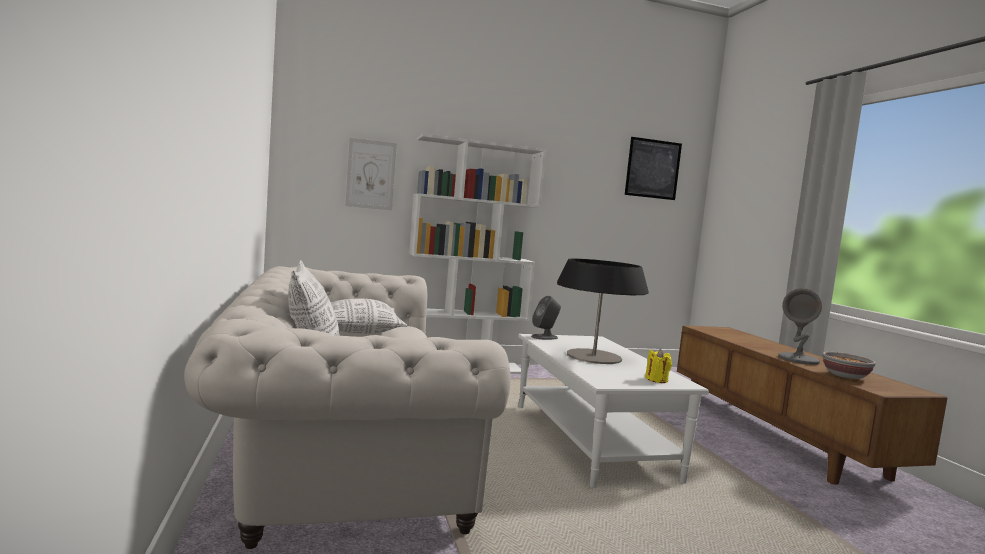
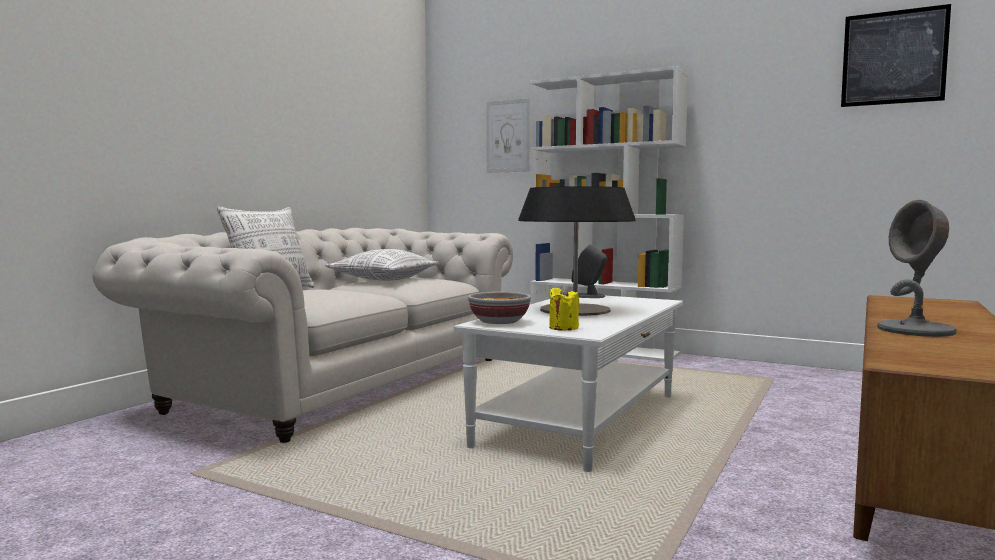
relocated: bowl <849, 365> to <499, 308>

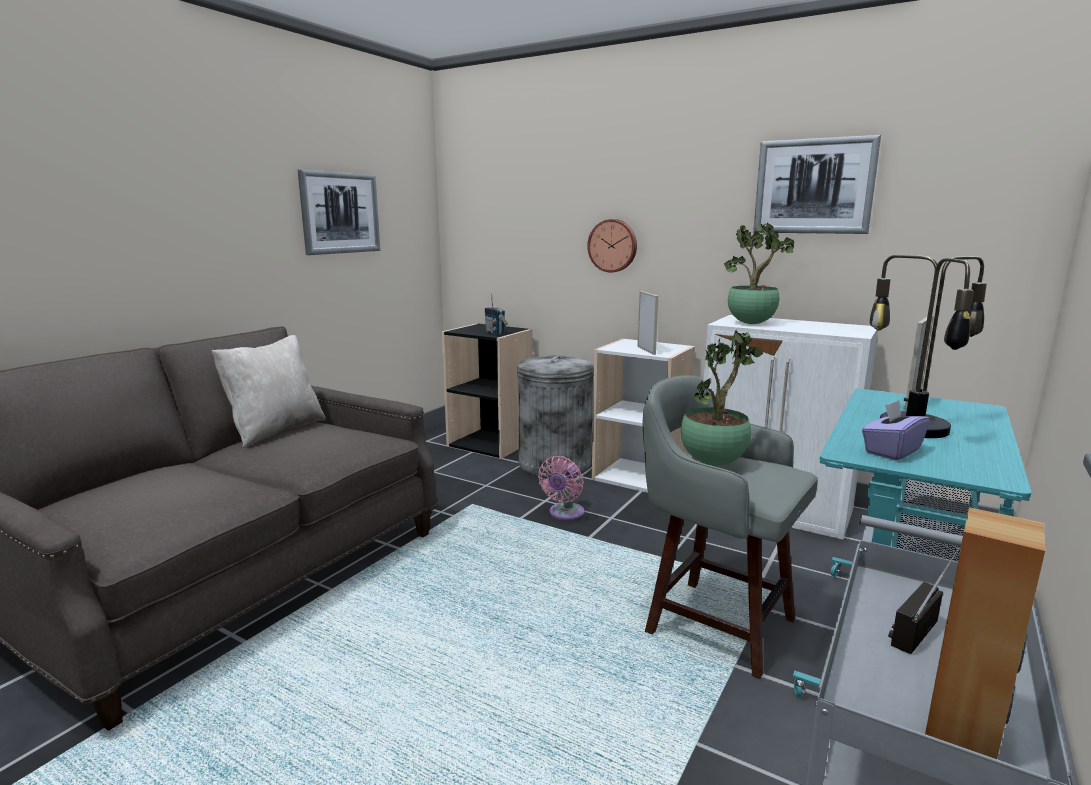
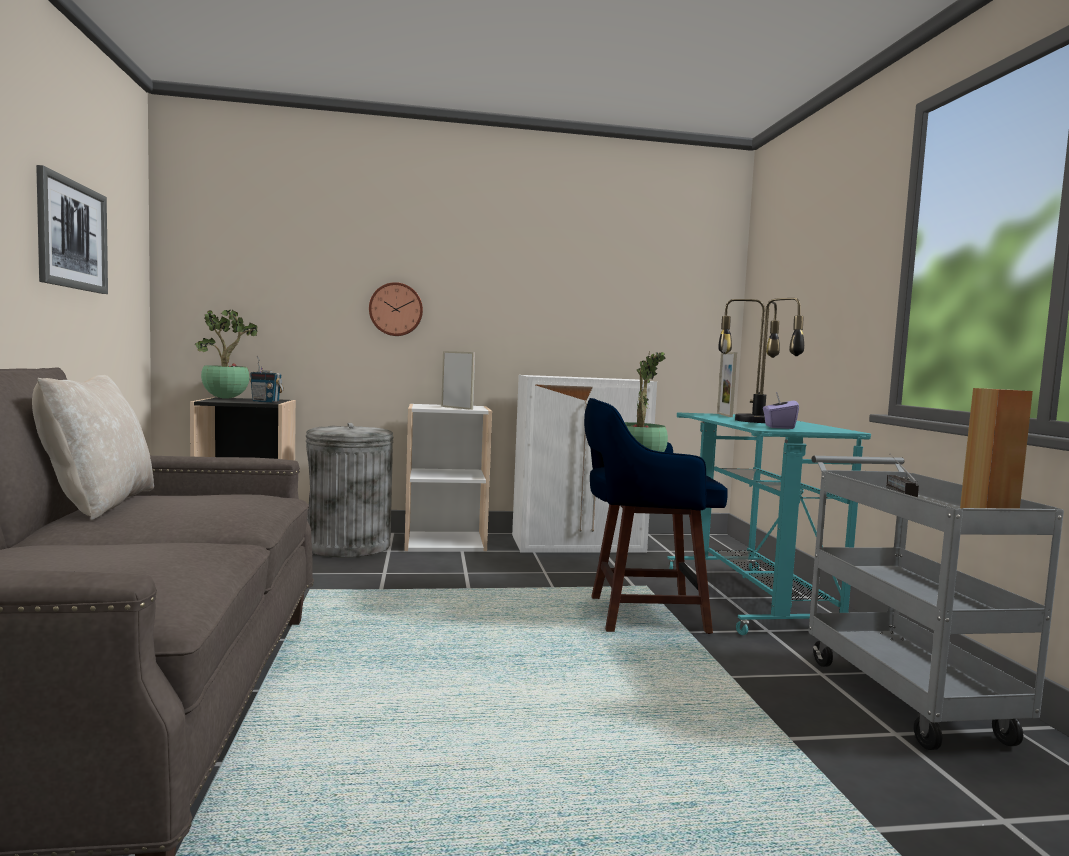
missing: pink fan <561, 488>; picture <817, 184>
relocated: potted plant <759, 273> to <226, 354>
colour: grey stool <730, 527> to blue stool <656, 516>

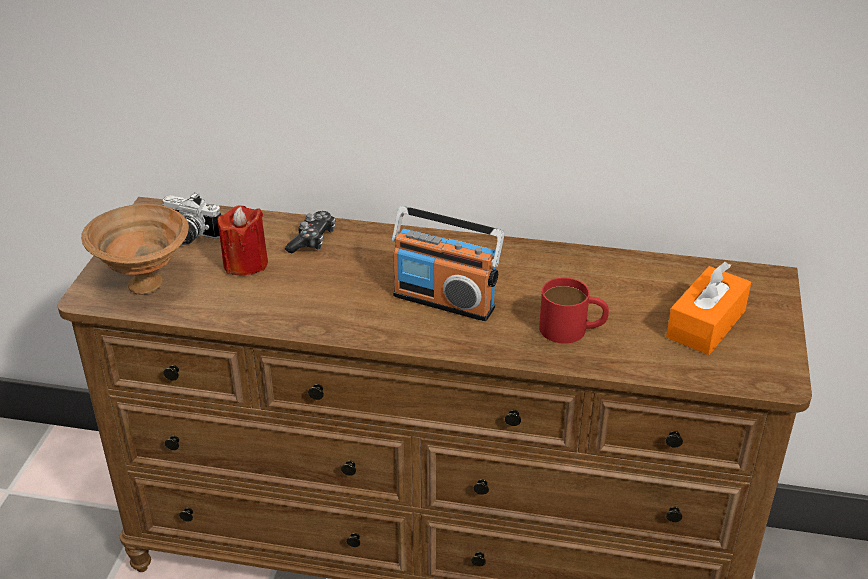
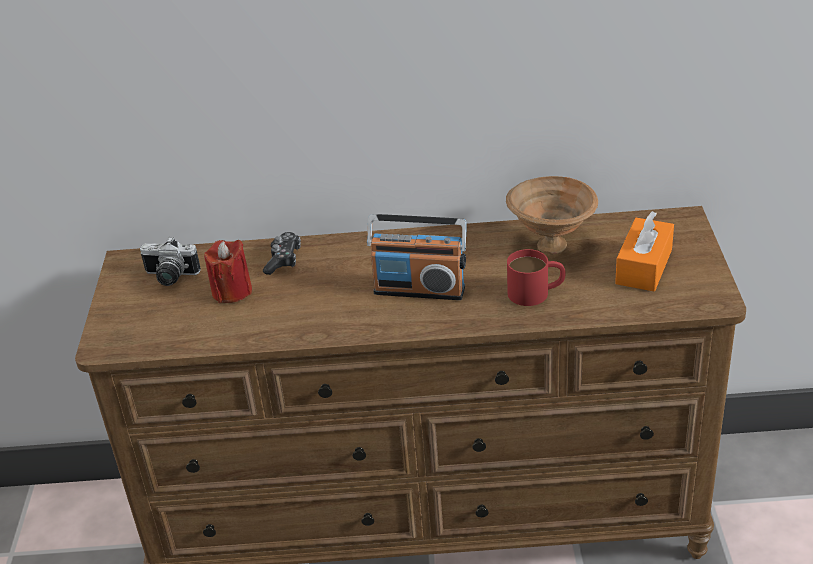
relocated: brown bowl <135, 249> to <552, 215>

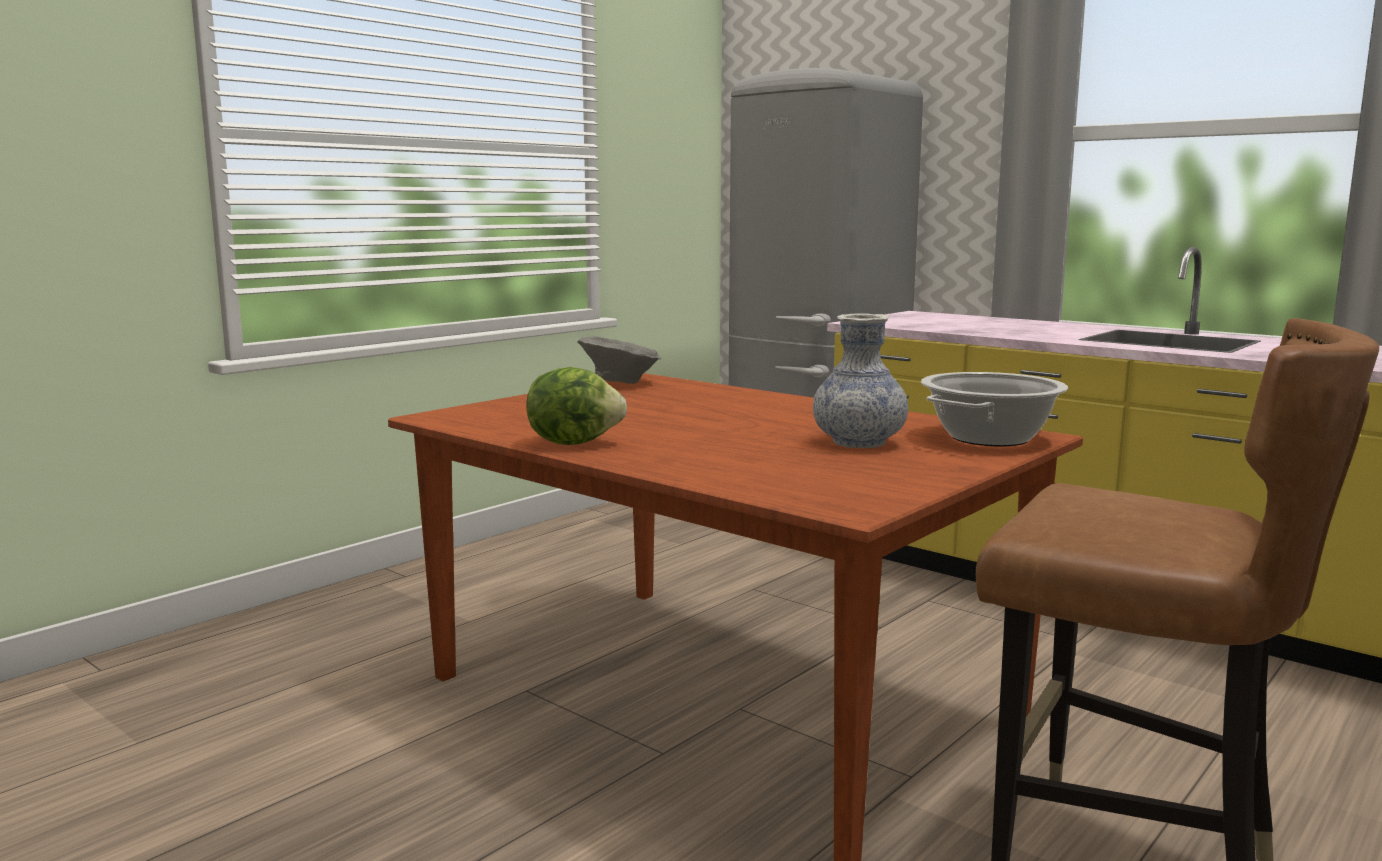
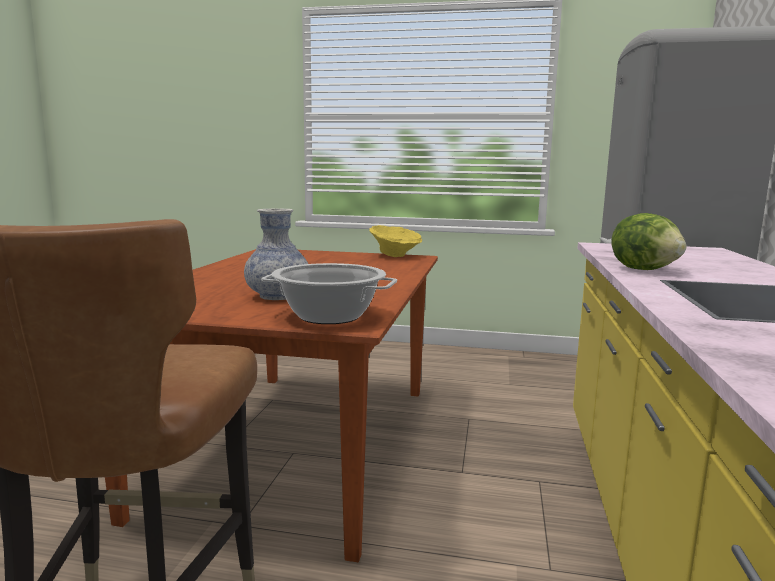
relocated: lettuce <577, 406> to <648, 241>
colour: grey bowl <619, 360> to yellow bowl <395, 241>

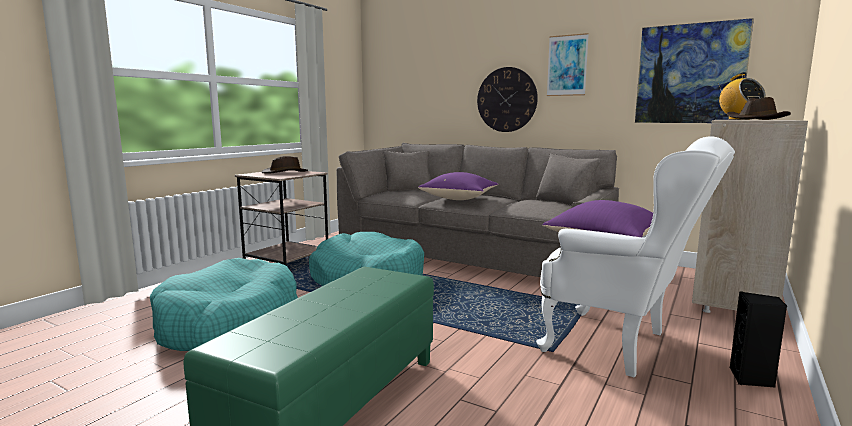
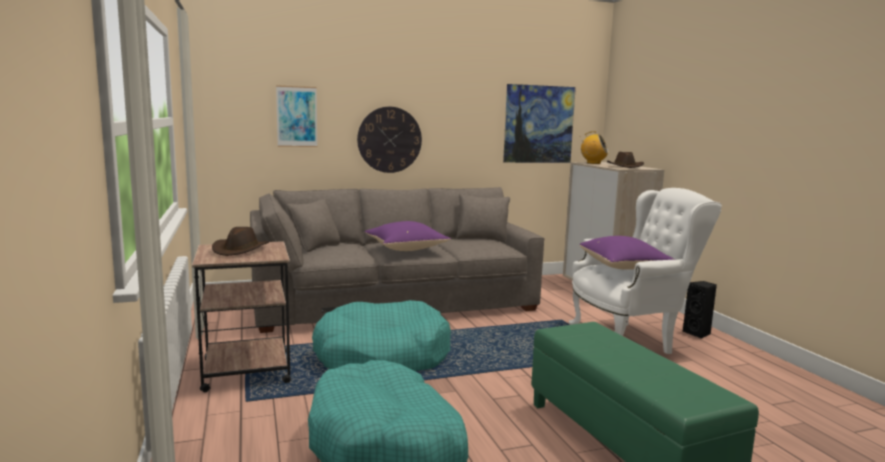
relocated: picture <568, 64> to <296, 116>

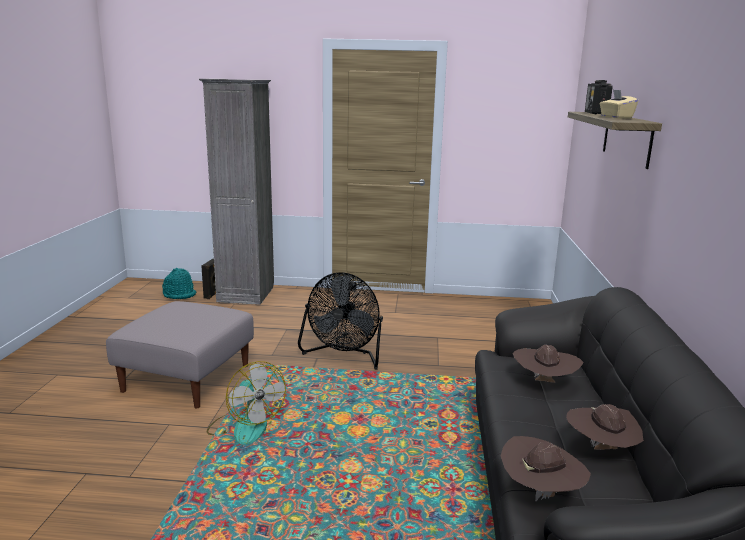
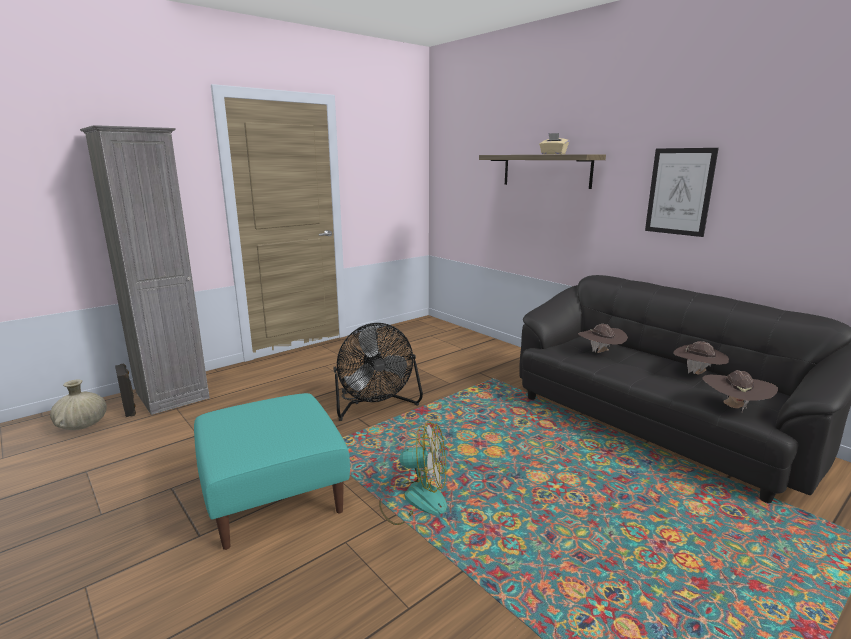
missing: radio <599, 97>
appeared: picture <682, 192>
exchanged: turquoise hat <179, 283> to beige vase <78, 405>
colour: grey ottoman <180, 354> to turquoise ottoman <272, 471>

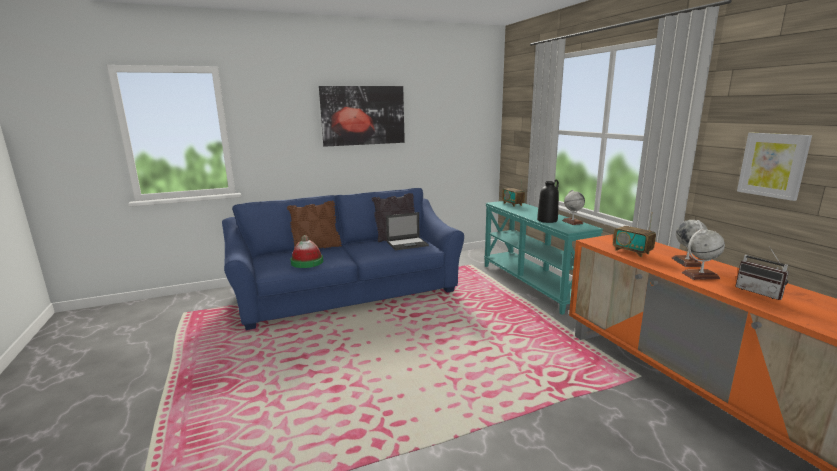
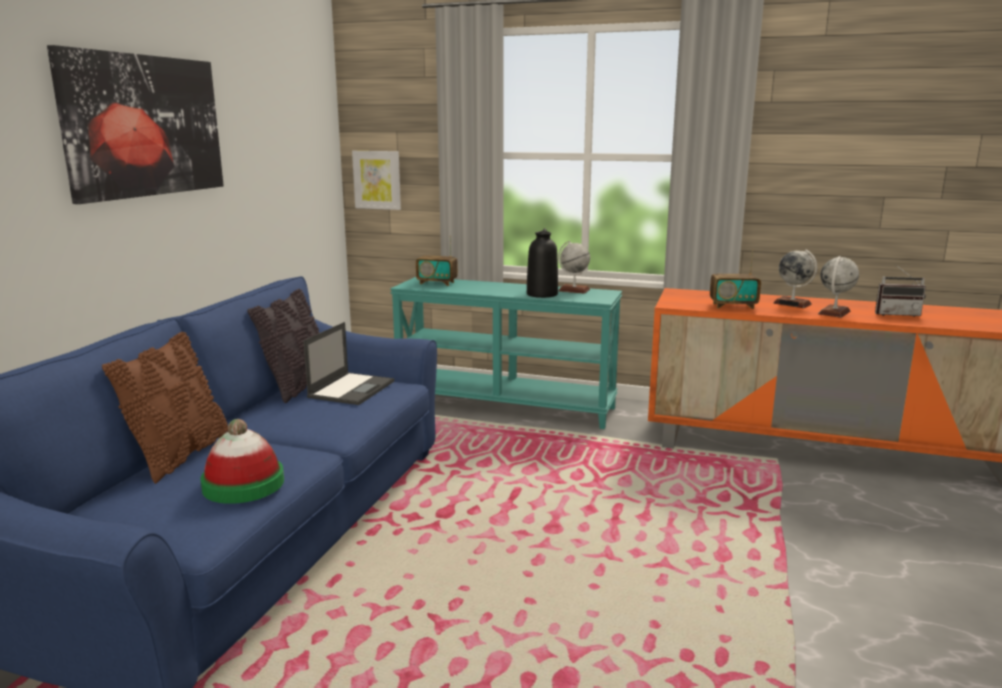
relocated: picture <774, 167> to <376, 180>

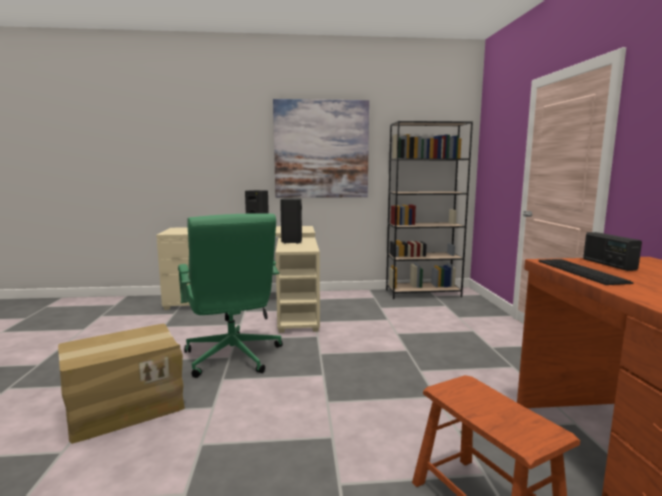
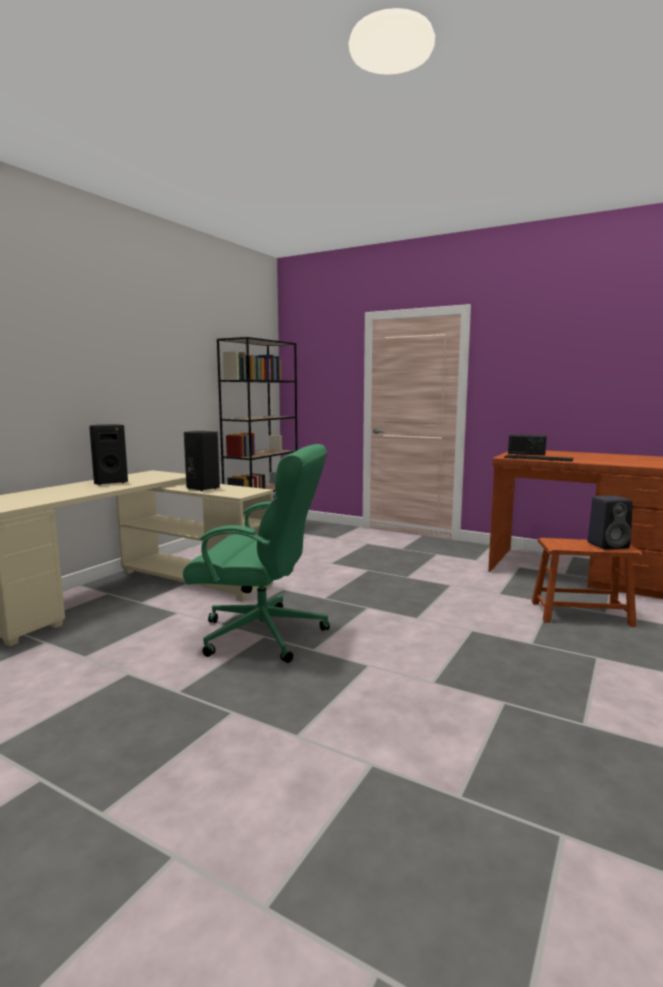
missing: cardboard box <121, 384>; picture <321, 148>
appeared: black speaker <610, 522>

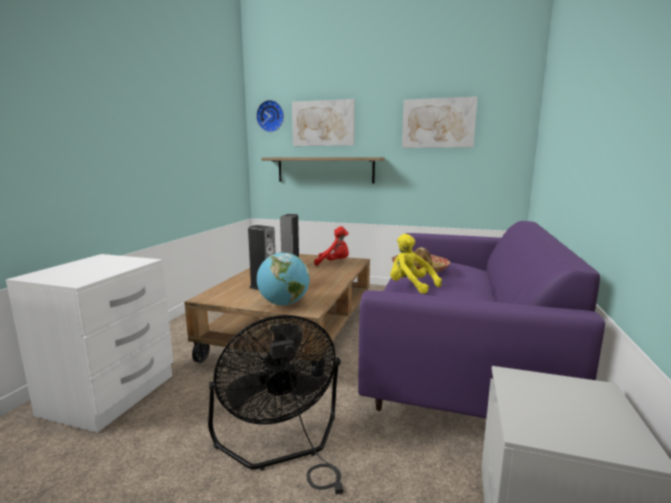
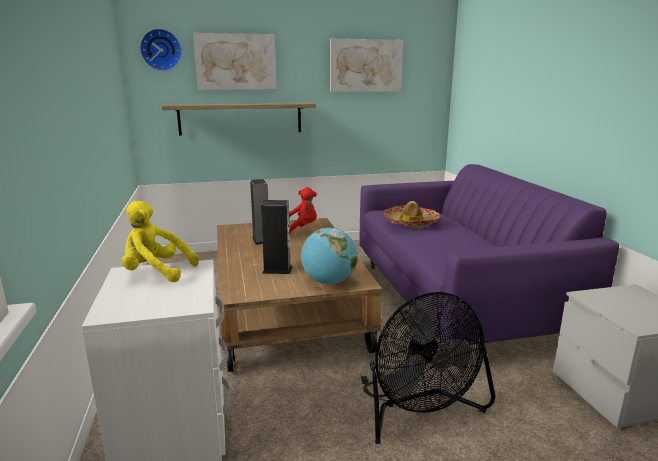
relocated: yellow plush toy <416, 264> to <160, 241>
spun: black fan <275, 405> = <428, 368> 150 degrees counterclockwise

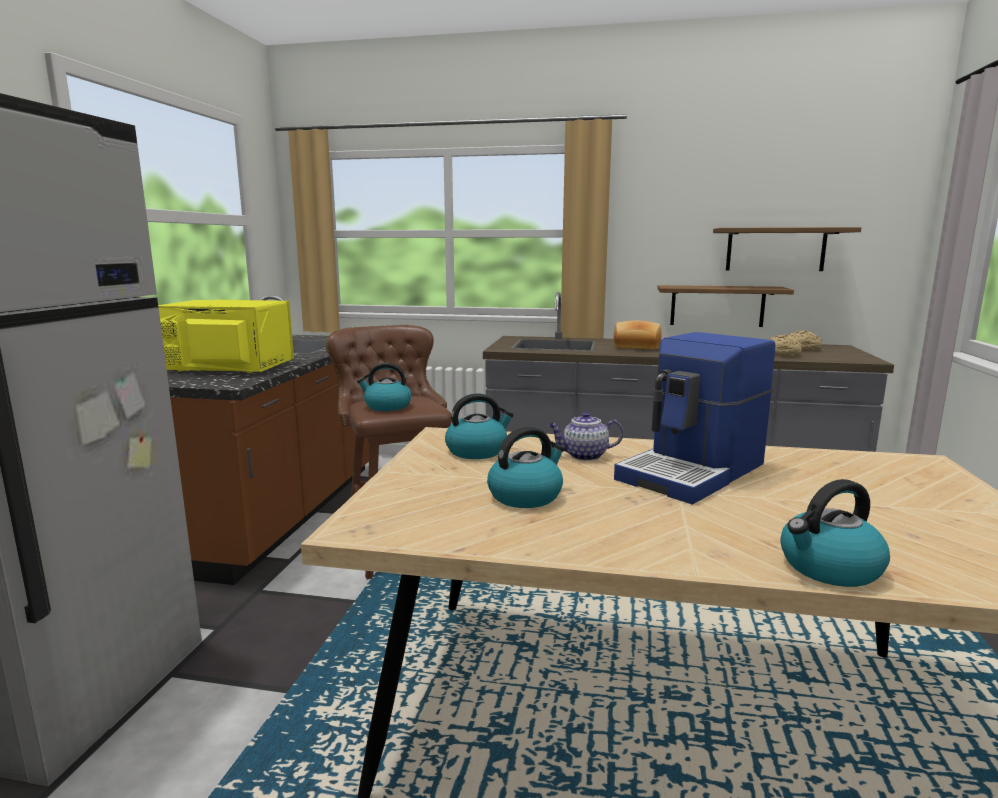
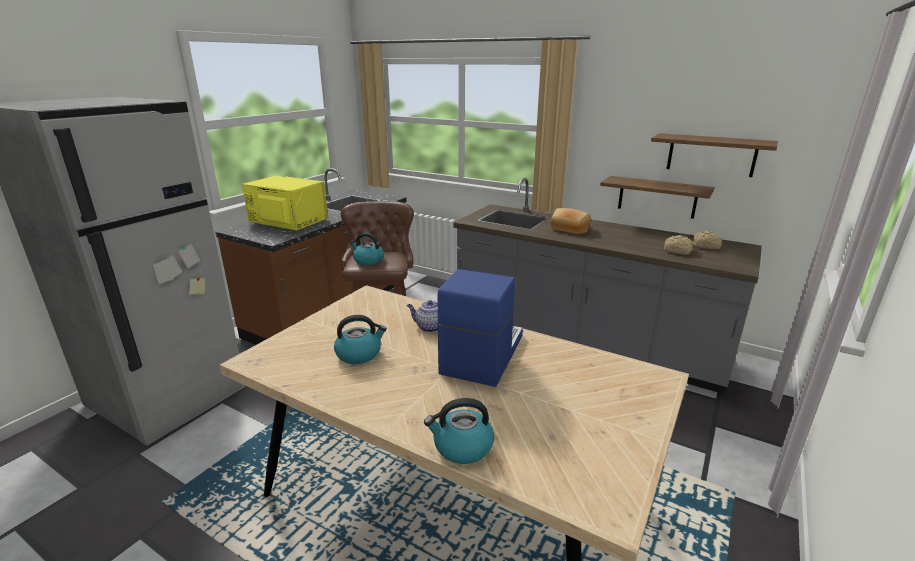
missing: kettle <479, 426>
spun: coffee machine <694, 418> = <480, 328> 135 degrees clockwise

